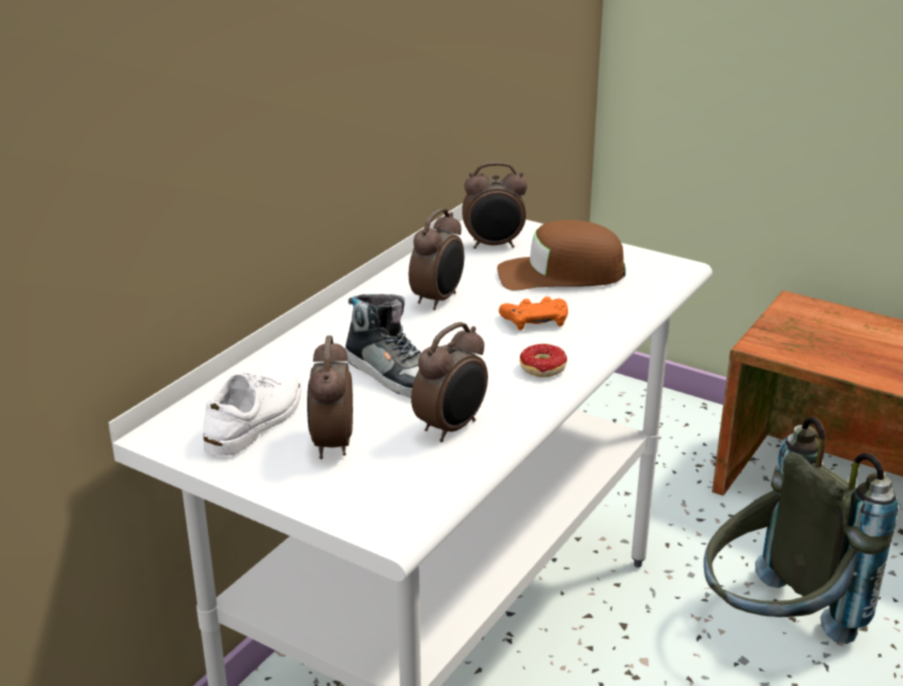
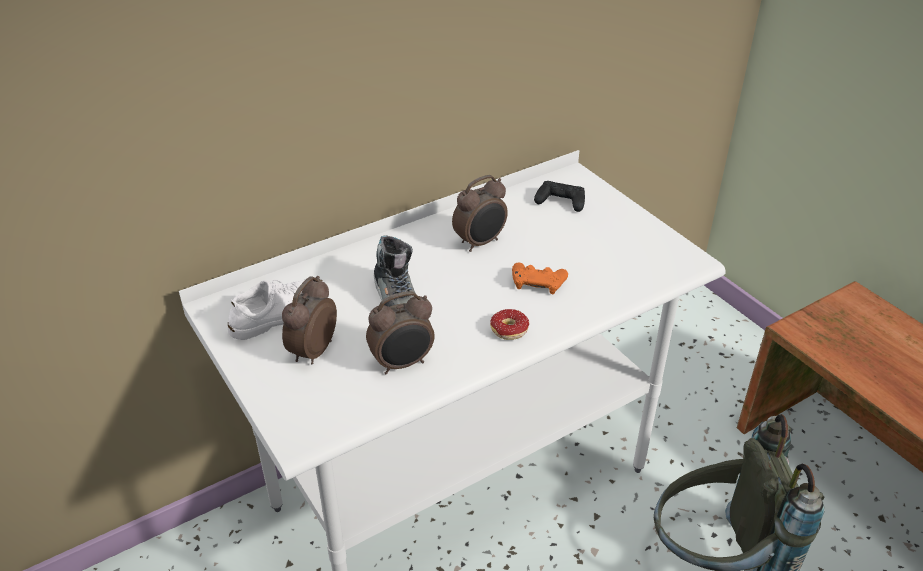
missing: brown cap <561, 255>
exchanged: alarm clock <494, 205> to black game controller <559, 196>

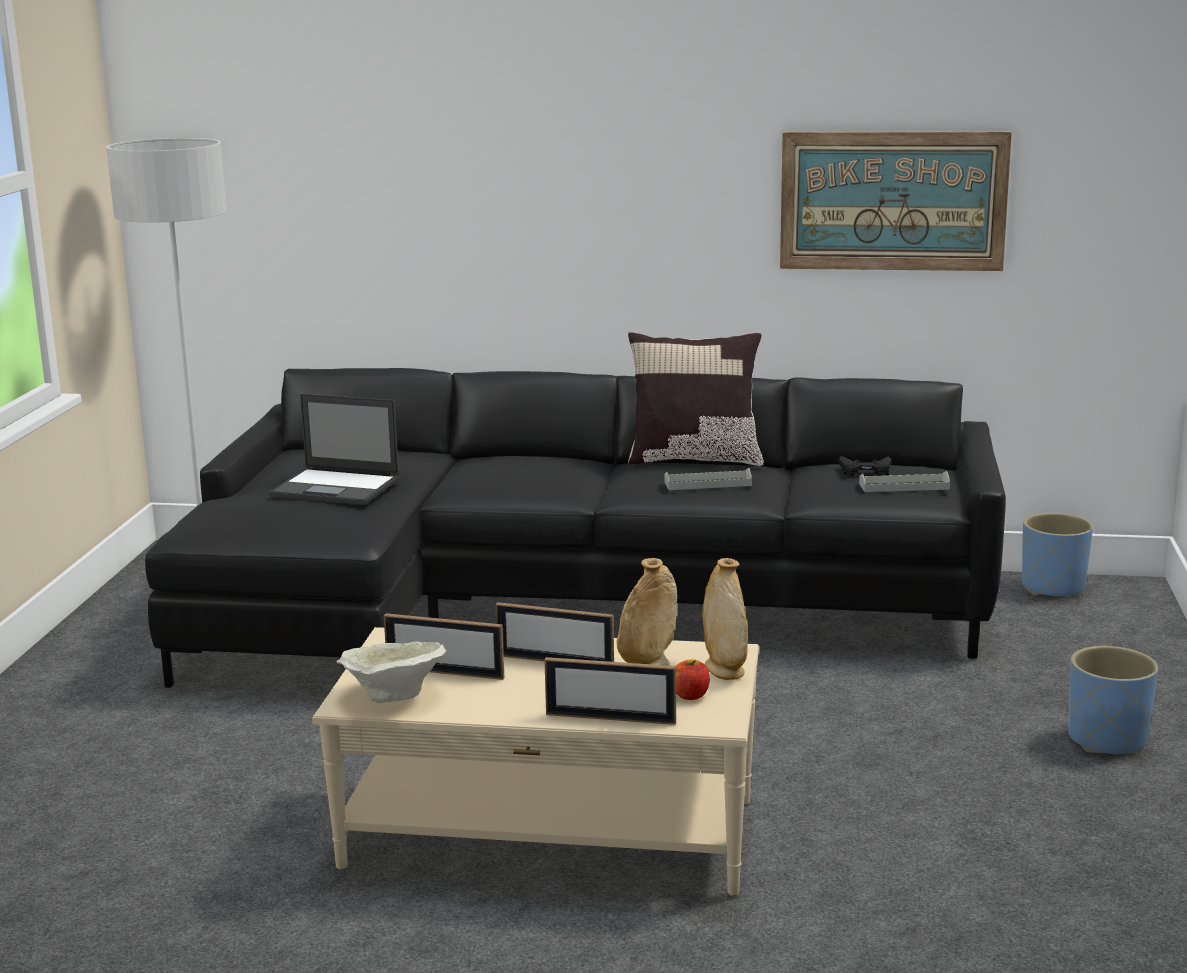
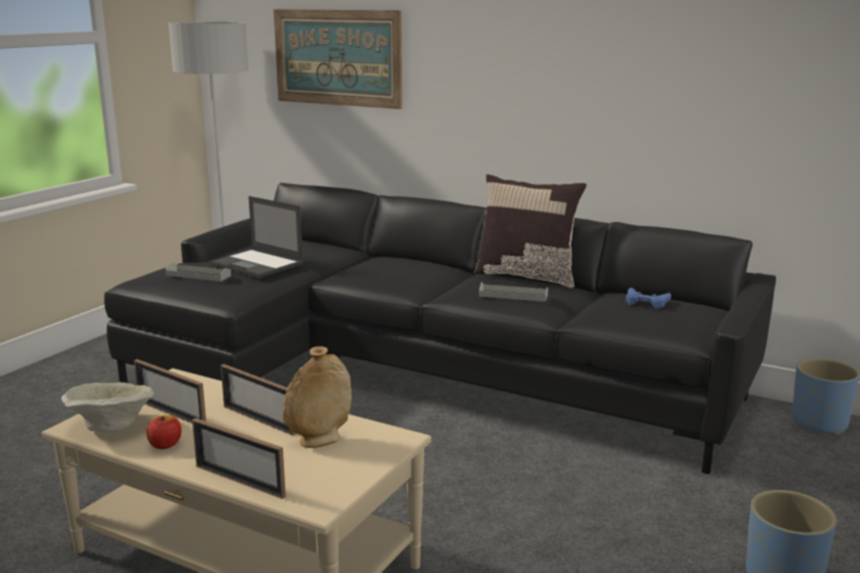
missing: beige vase <725, 619>
relocated: apple <693, 679> to <164, 432>; picture <896, 201> to <338, 59>; grey tray <904, 481> to <198, 271>
colour: black game controller <865, 466> to blue game controller <648, 298>

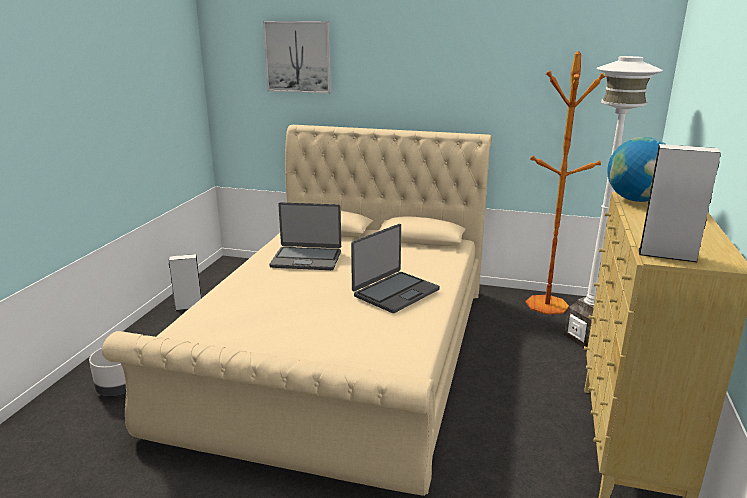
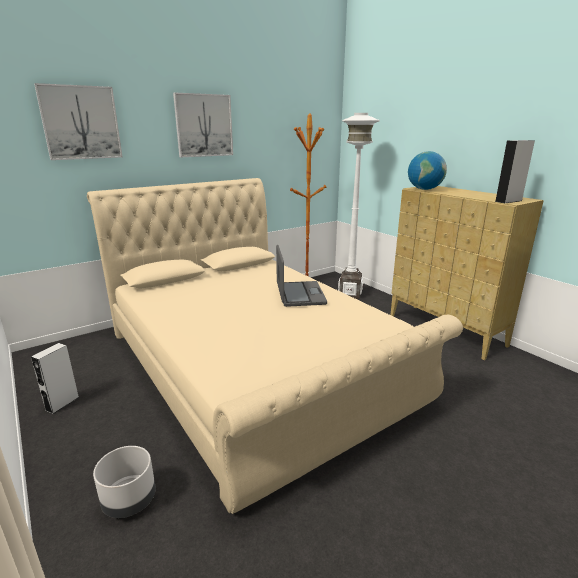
missing: laptop <305, 236>
appeared: picture <203, 125>

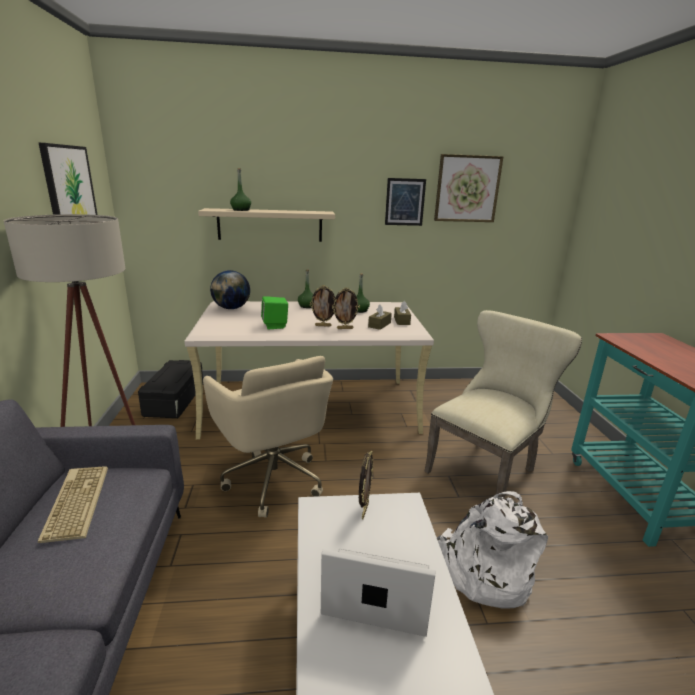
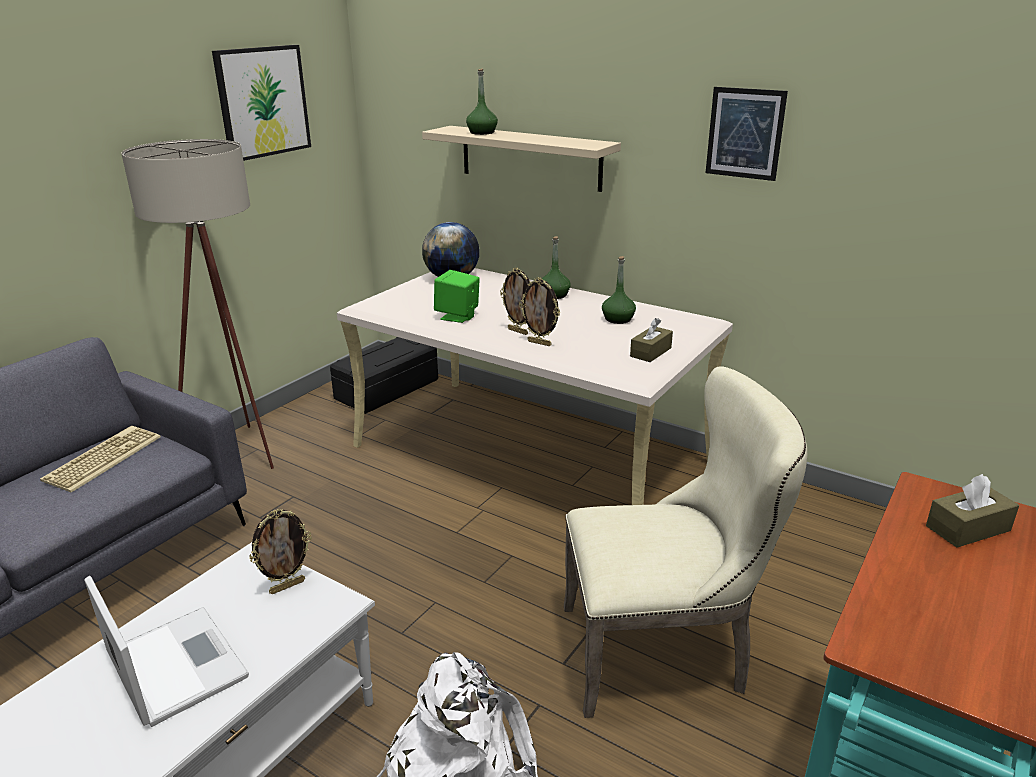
missing: beige office chair <268, 437>; picture <468, 188>
relocated: brown tissue box <380, 317> to <972, 511>

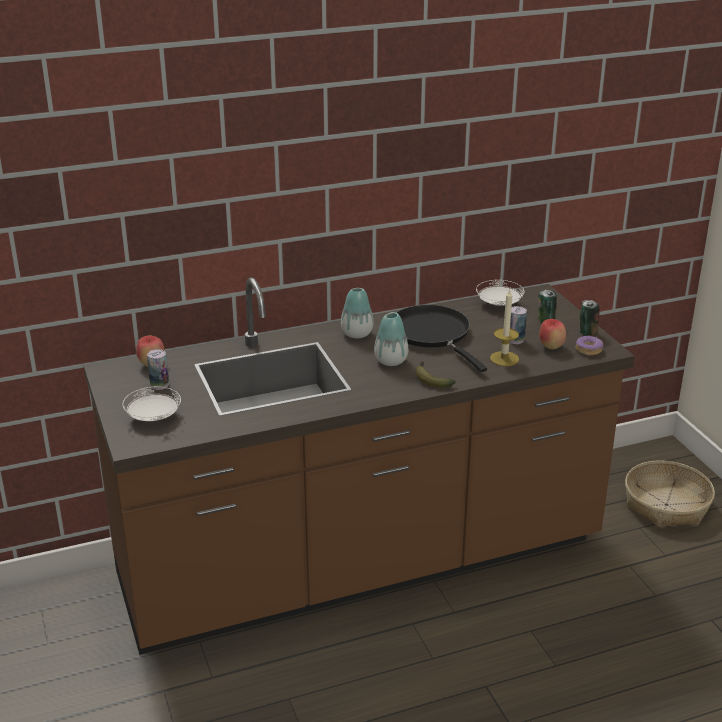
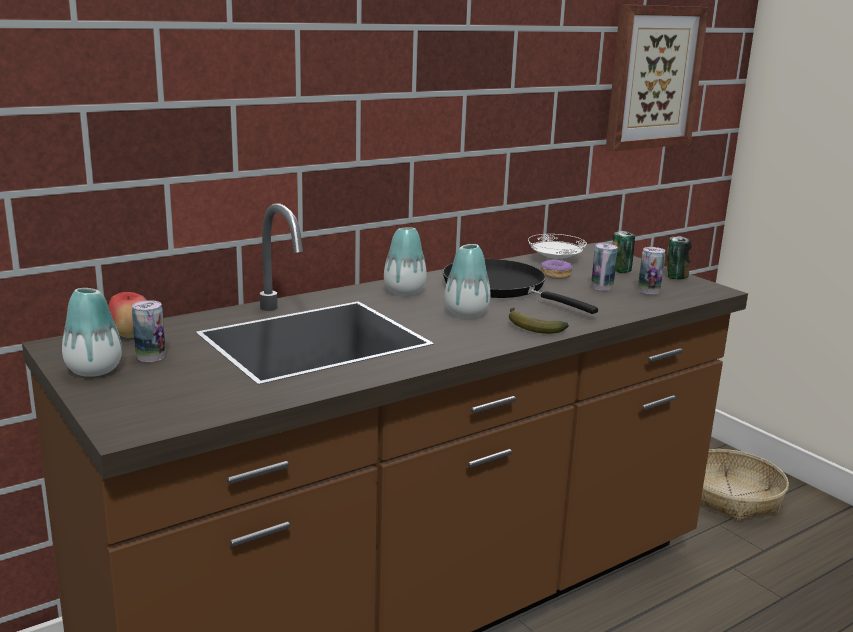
missing: white plate <152, 404>; candle <504, 328>
appeared: vase <92, 332>; picture <657, 77>
relocated: donut <589, 346> to <556, 269>
exchanged: apple <552, 334> to can <651, 270>

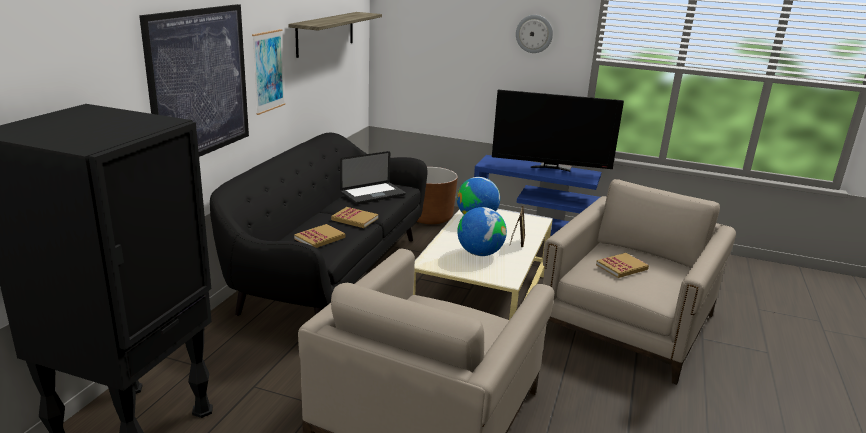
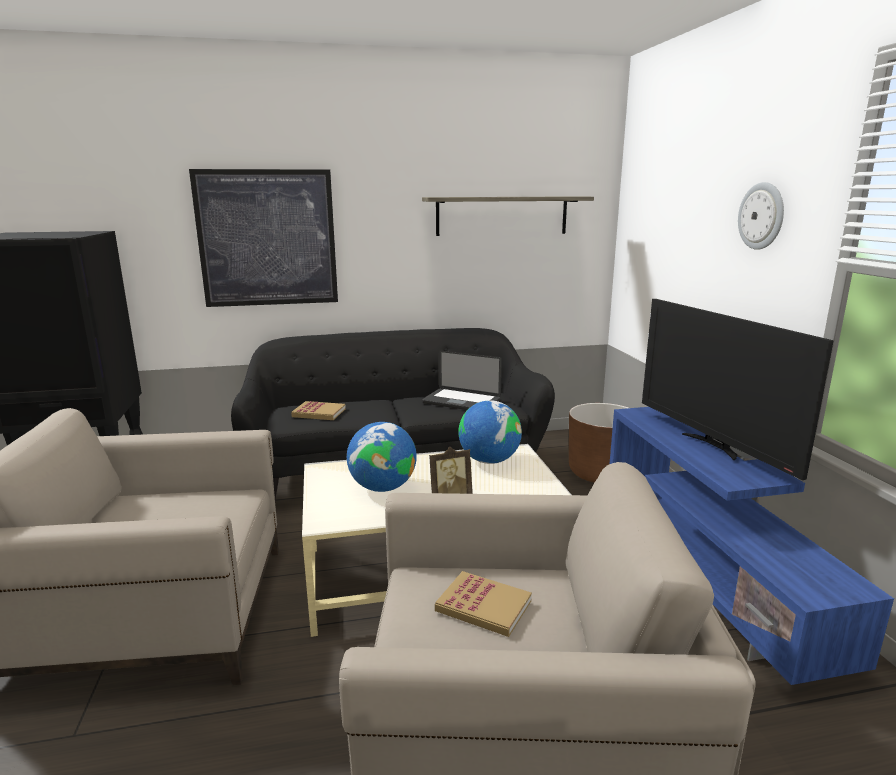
missing: picture <268, 72>; book <354, 217>

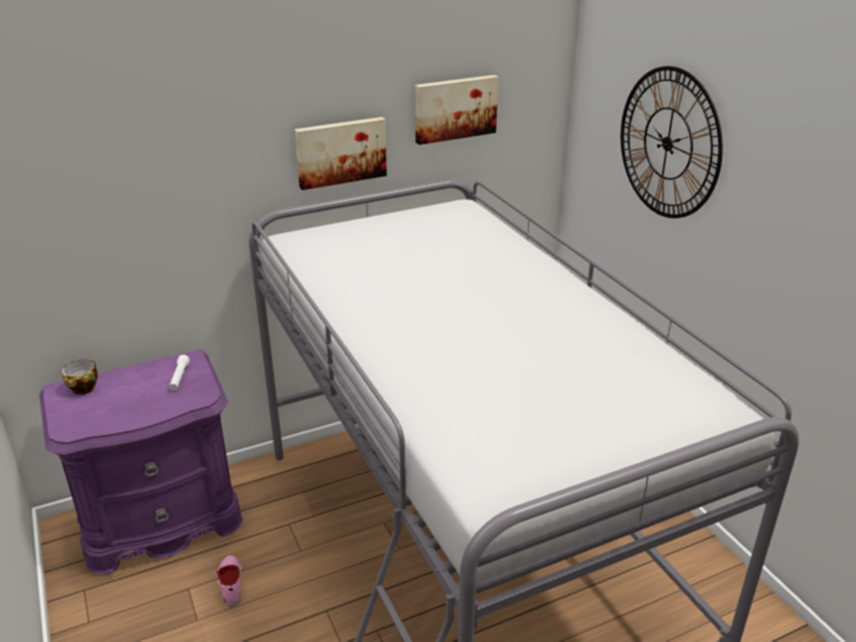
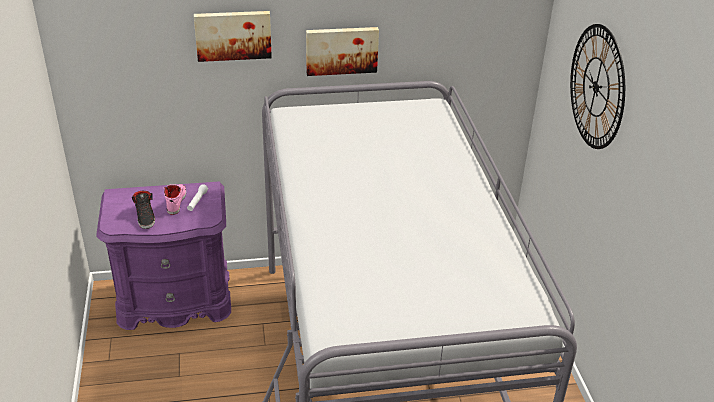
missing: cup <80, 377>
appeared: black shoe <143, 210>
relocated: pink shoe <228, 581> to <174, 199>; picture <456, 110> to <233, 36>

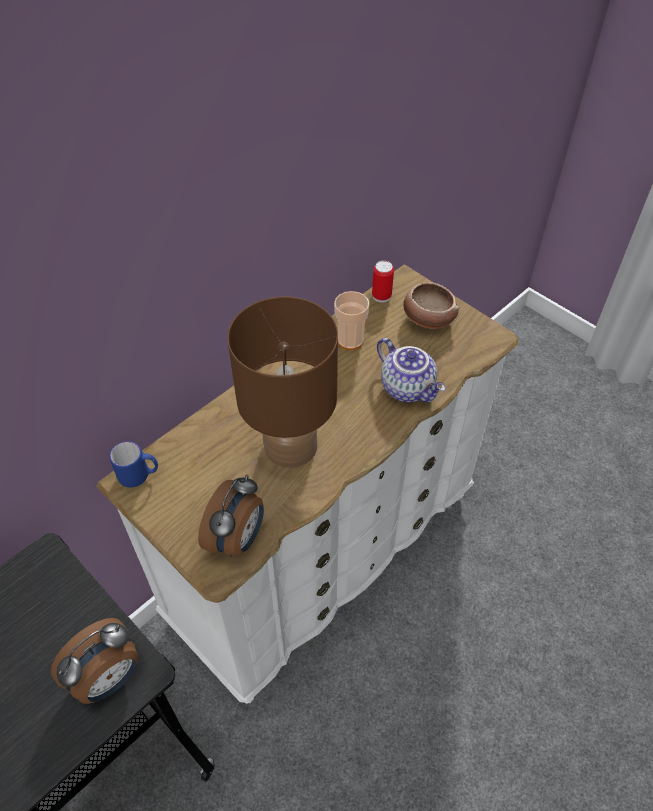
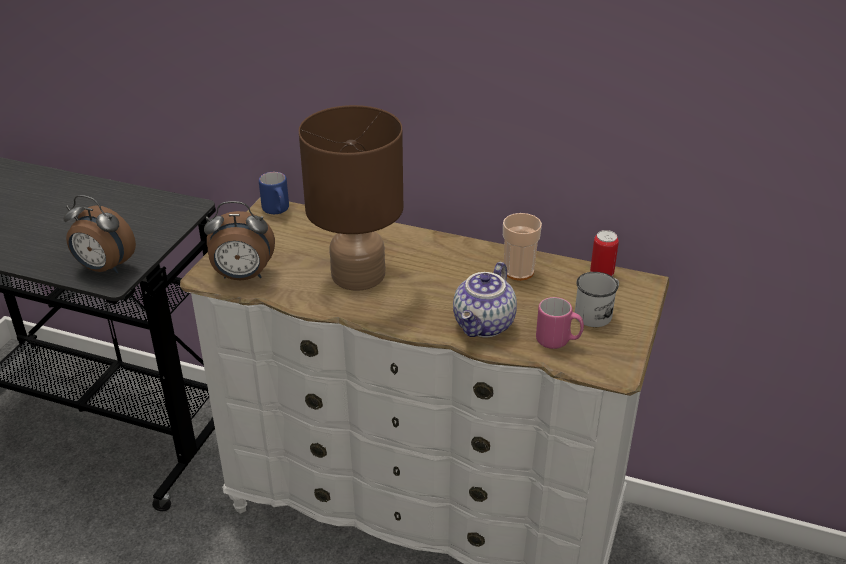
appeared: pink mug <560, 323>
exchanged: bowl <431, 305> to white mug <597, 299>

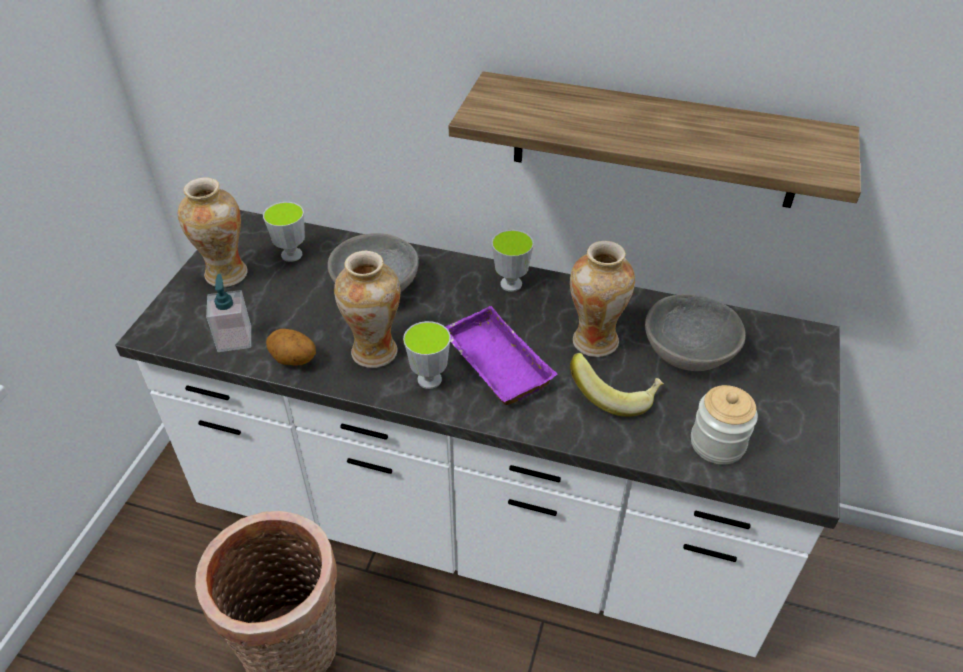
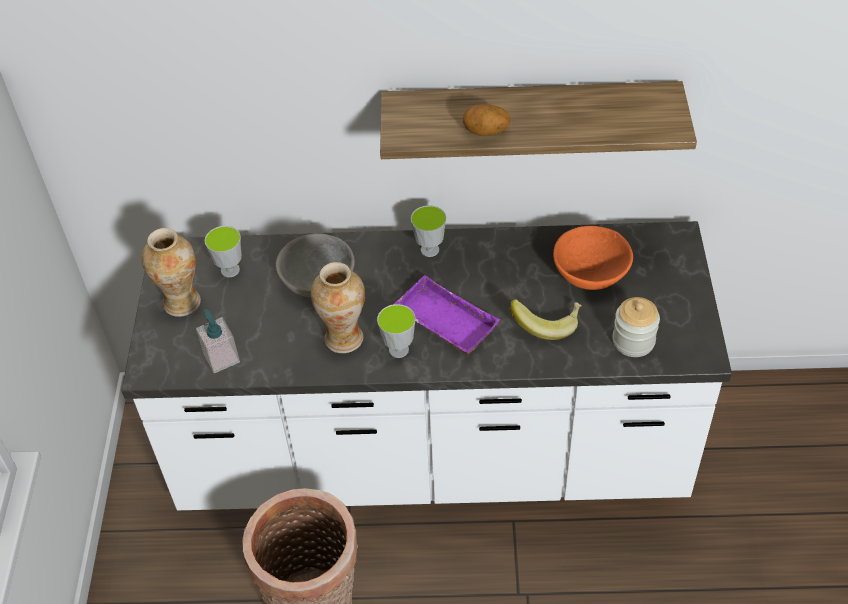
missing: vase <602, 299>
relocated: potato <291, 347> to <487, 120>
colour: grey bowl <695, 332> to orange bowl <593, 258>

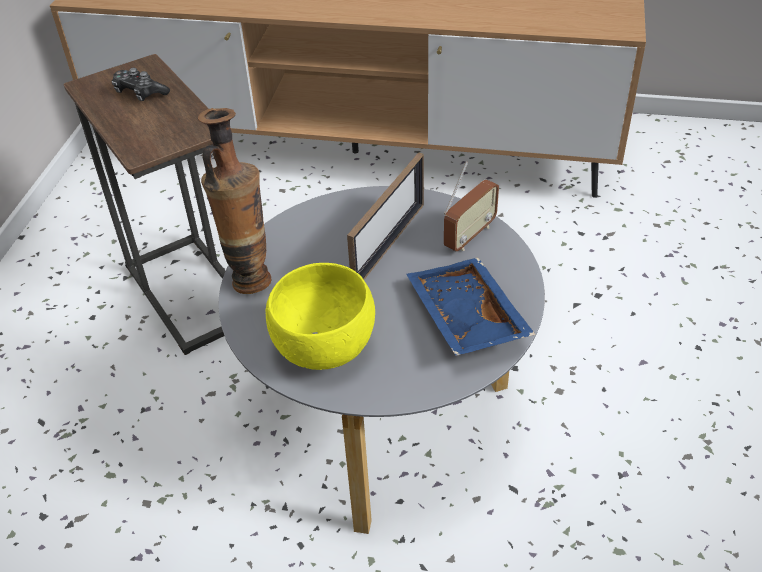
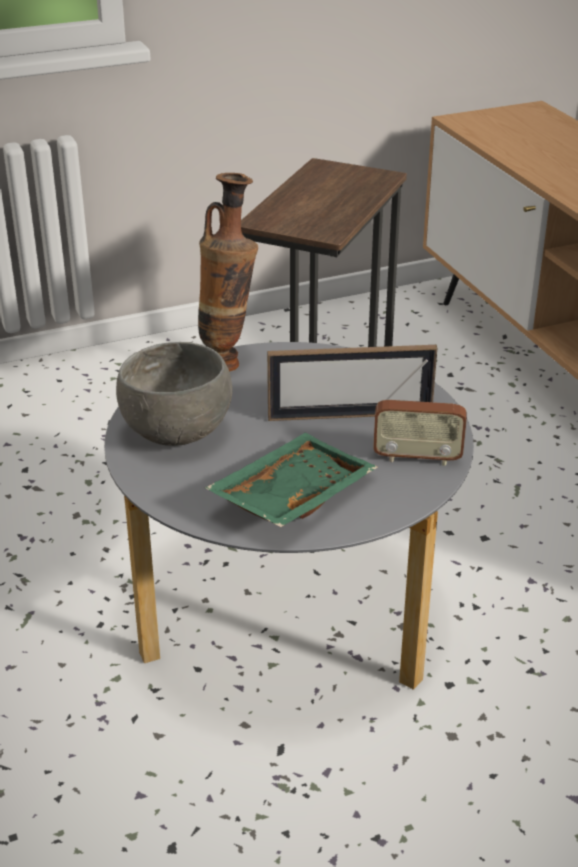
missing: game controller <141, 84>
colour: yellow bowl <320, 316> to grey bowl <174, 394>; blue tray <471, 307> to green tray <291, 480>

